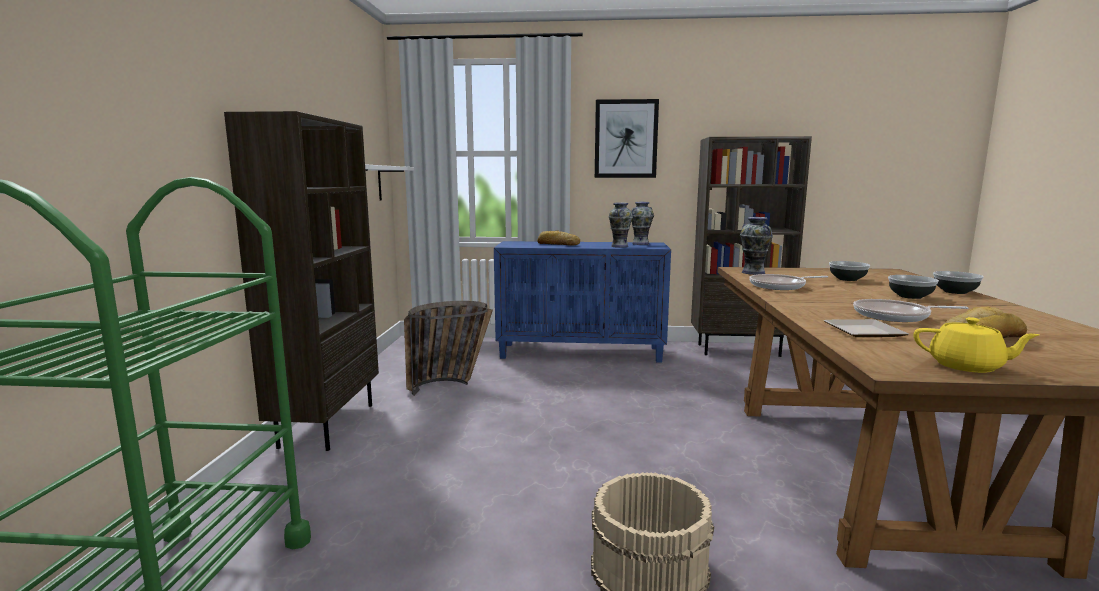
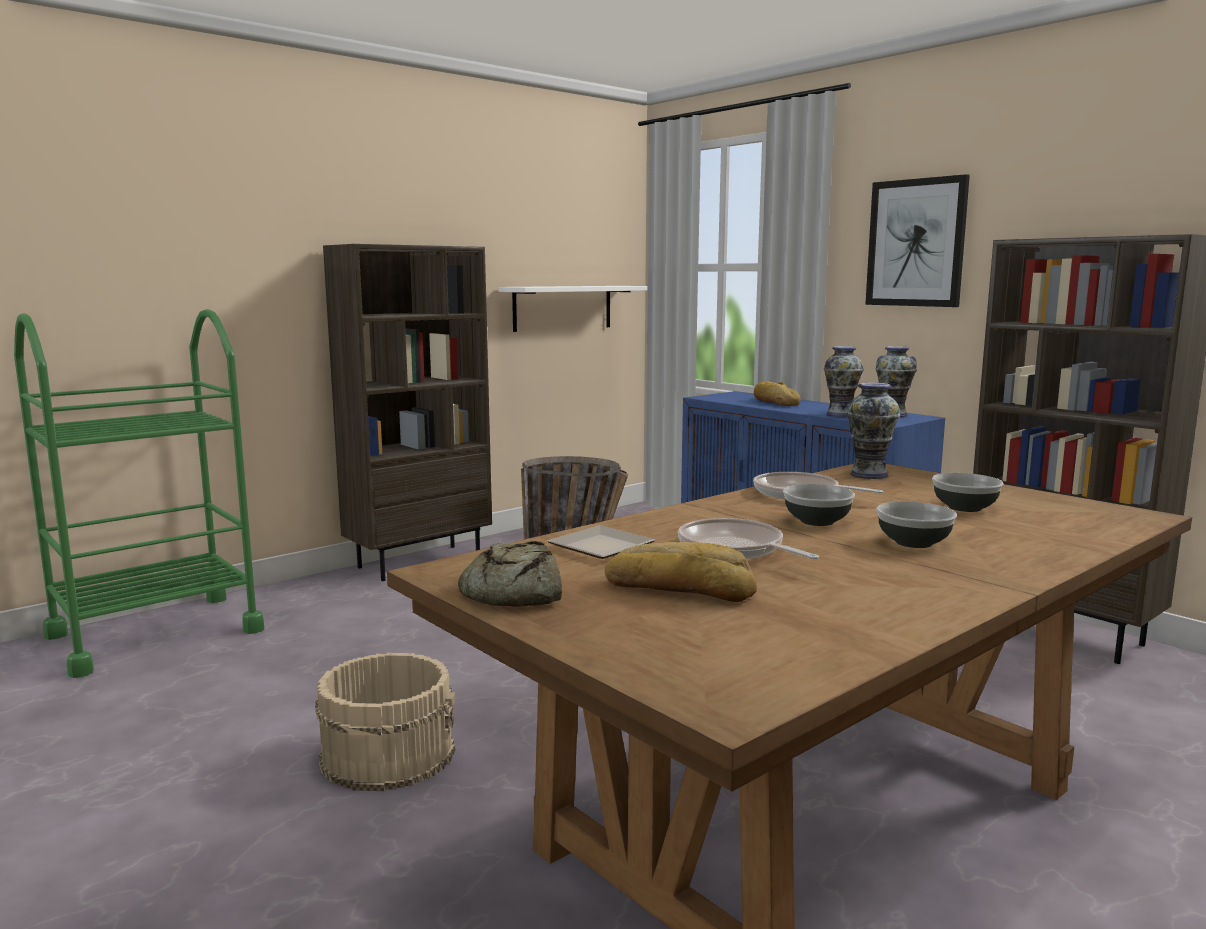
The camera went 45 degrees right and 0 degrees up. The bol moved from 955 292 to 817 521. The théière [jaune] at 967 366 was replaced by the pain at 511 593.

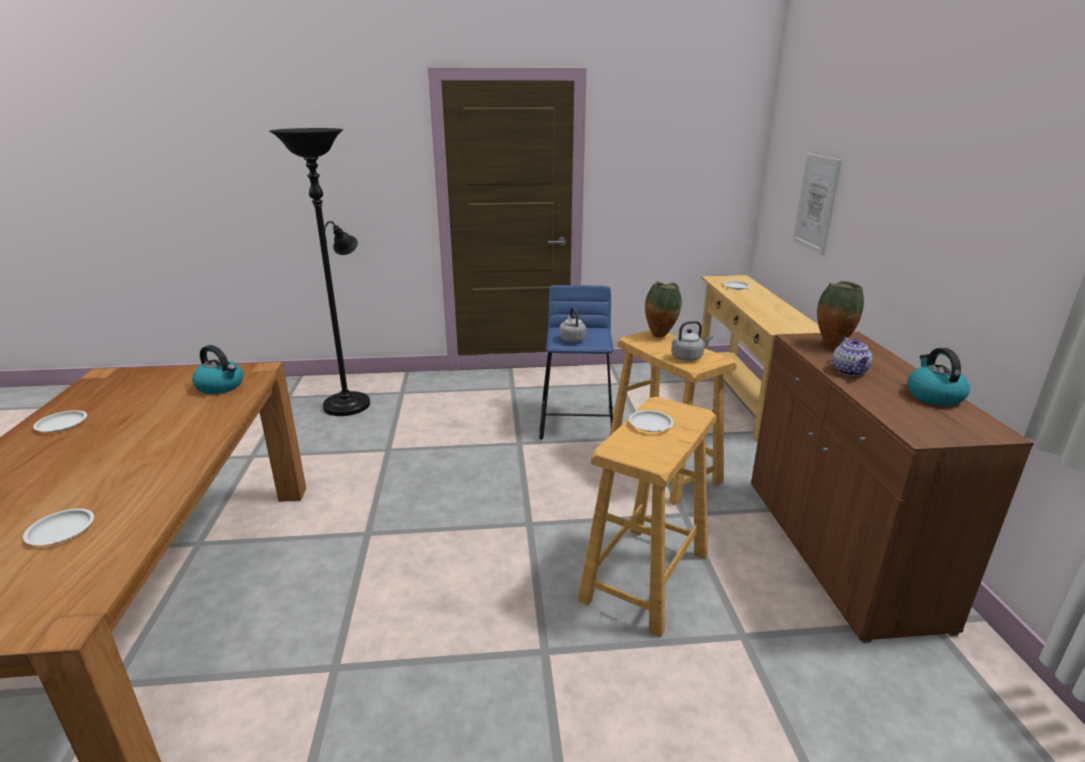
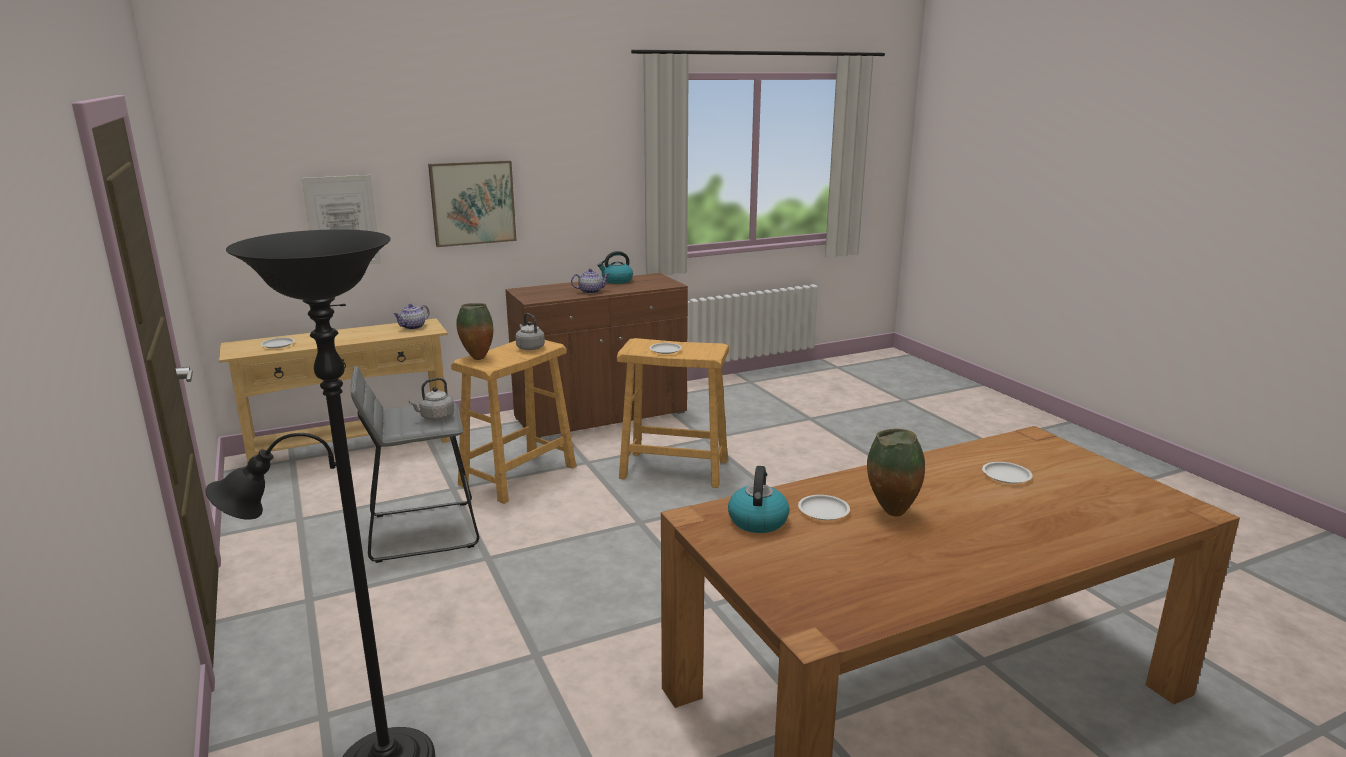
The camera went 110 degrees left and 5 degrees down. The vase moved from 831 345 to 891 513. The tabouret [bleu] at 577 422 became the tabouret [gris] at 423 530. The assiette [blanc] moved from 62 424 to 823 511. The tableau at 473 203 appeared. The théière at 412 327 appeared.

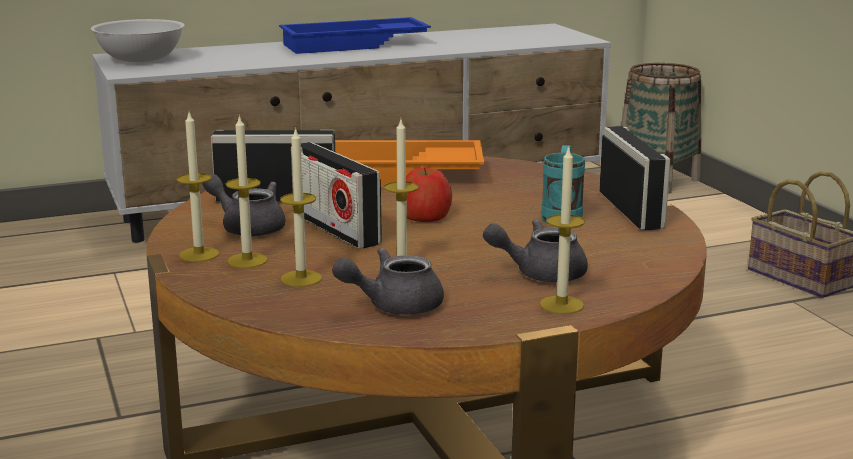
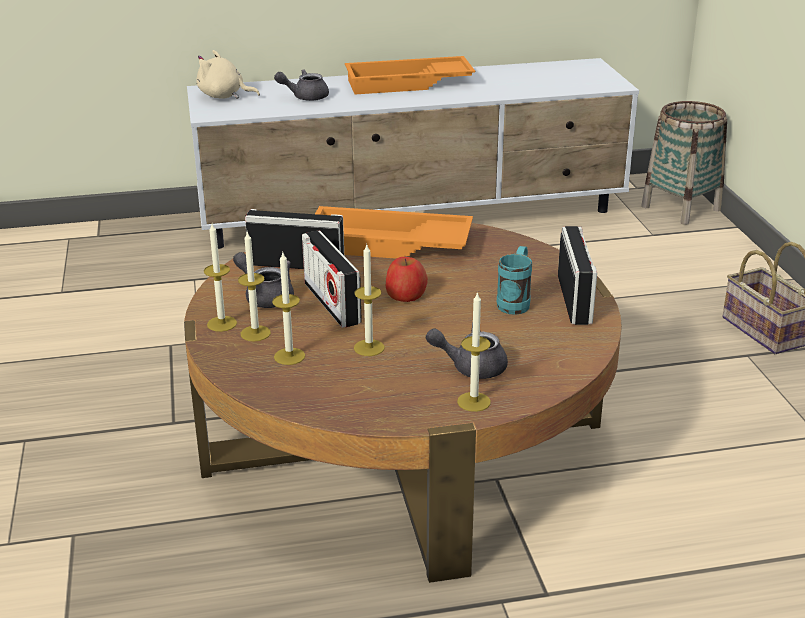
The camera went 10 degrees right and 10 degrees up. The plateau [bleu] at 354 45 became the plateau [orange] at 408 84. The bol [blanc] at 141 59 was replaced by the peluche [beige] at 224 96. The théière [gris] moved from 393 306 to 305 97.

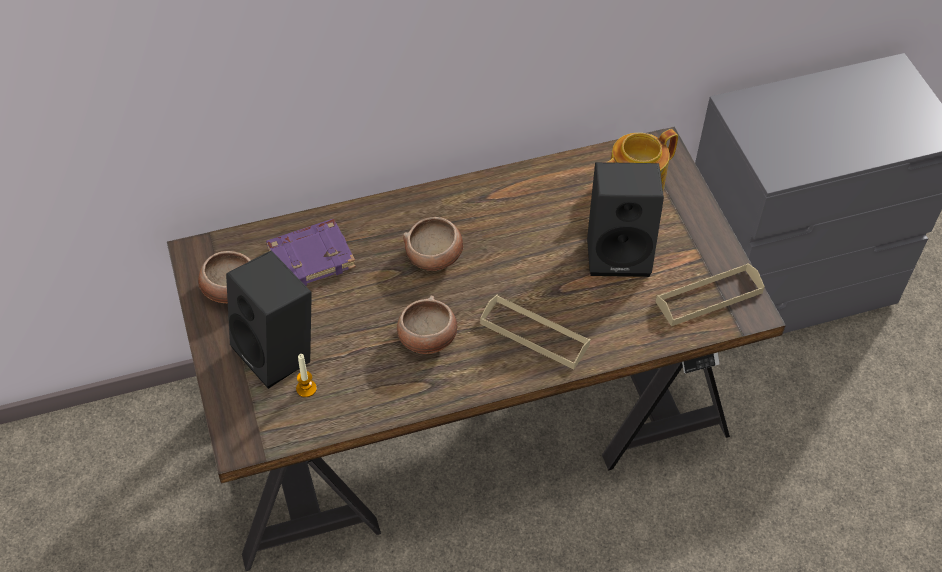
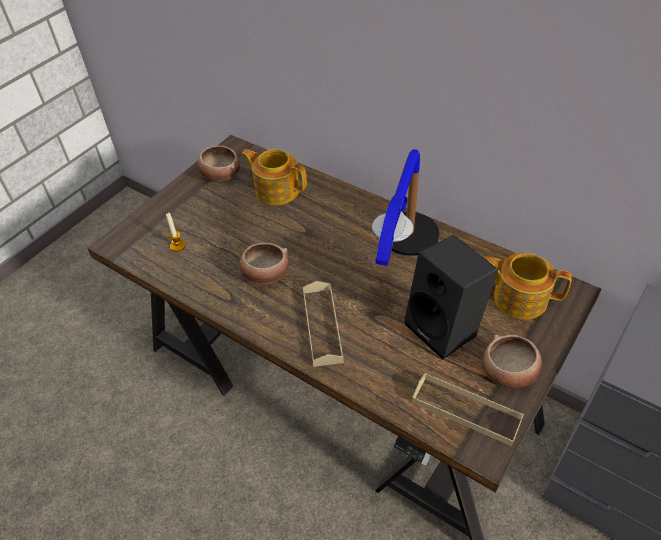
The camera went 55 degrees right and 5 degrees down. The bol moved from 435 256 to 509 372. The livre [violet] at 311 257 was replaced by the théière at 276 189. The enceinte [noir] at 278 353 disappeared. The lampe de table at 402 257 appeared.

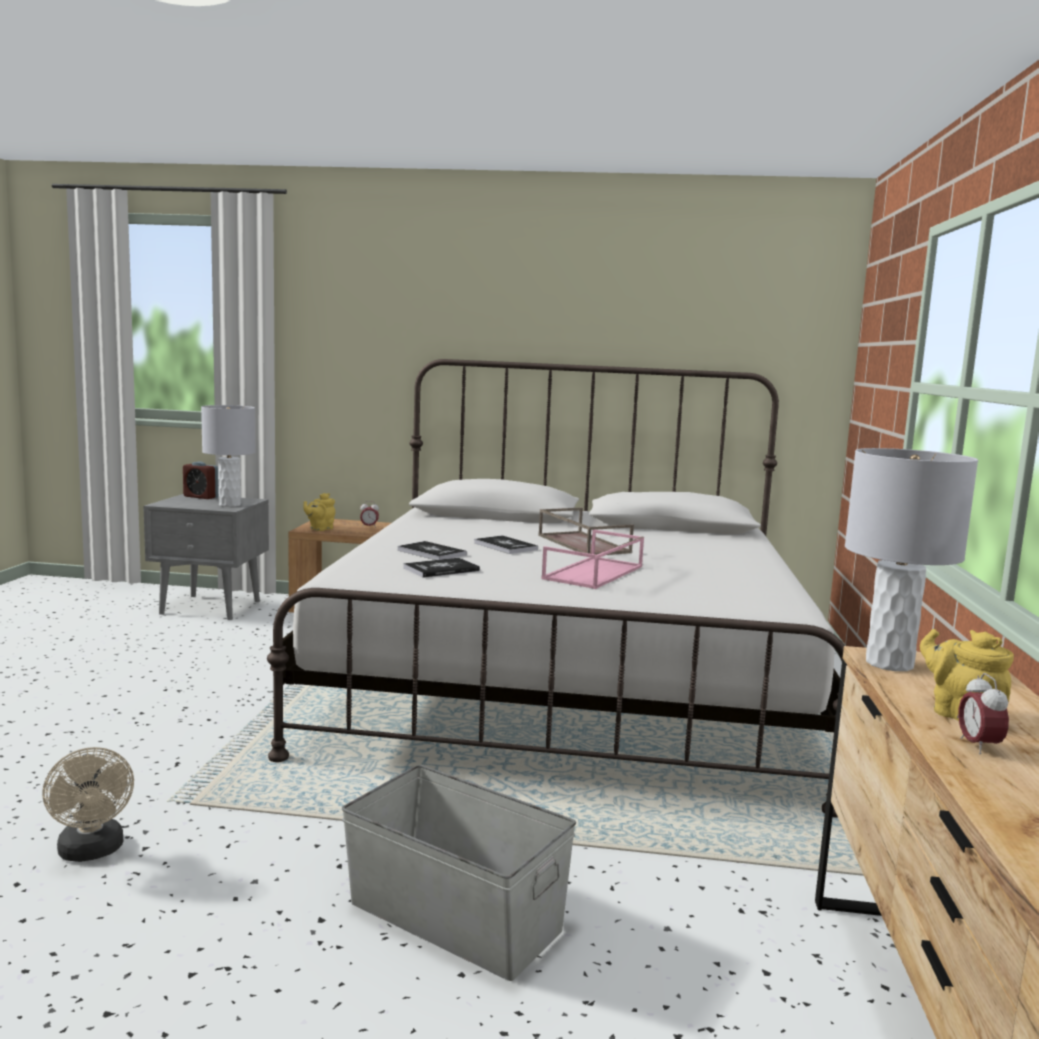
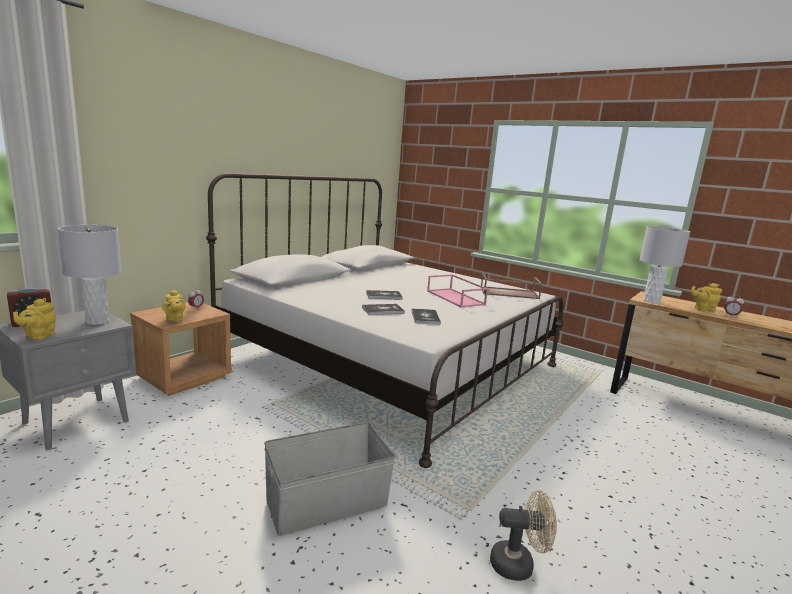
The camera went 60 degrees left and 5 degrees up. The plateau [marron] moved from 581 544 to 508 293. The boîte de rangement [gris] moved from 455 917 to 328 503. The théière [jaune] at 38 337 appeared.

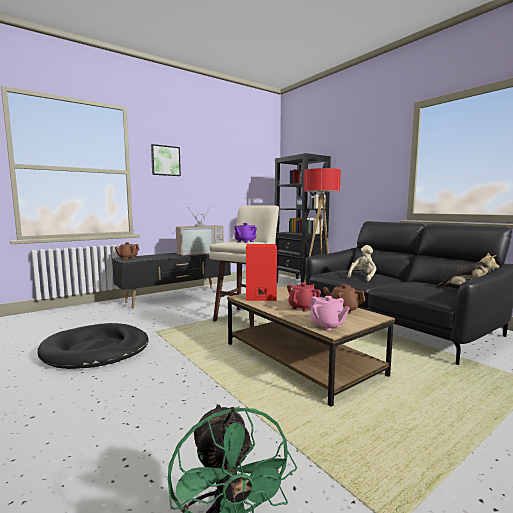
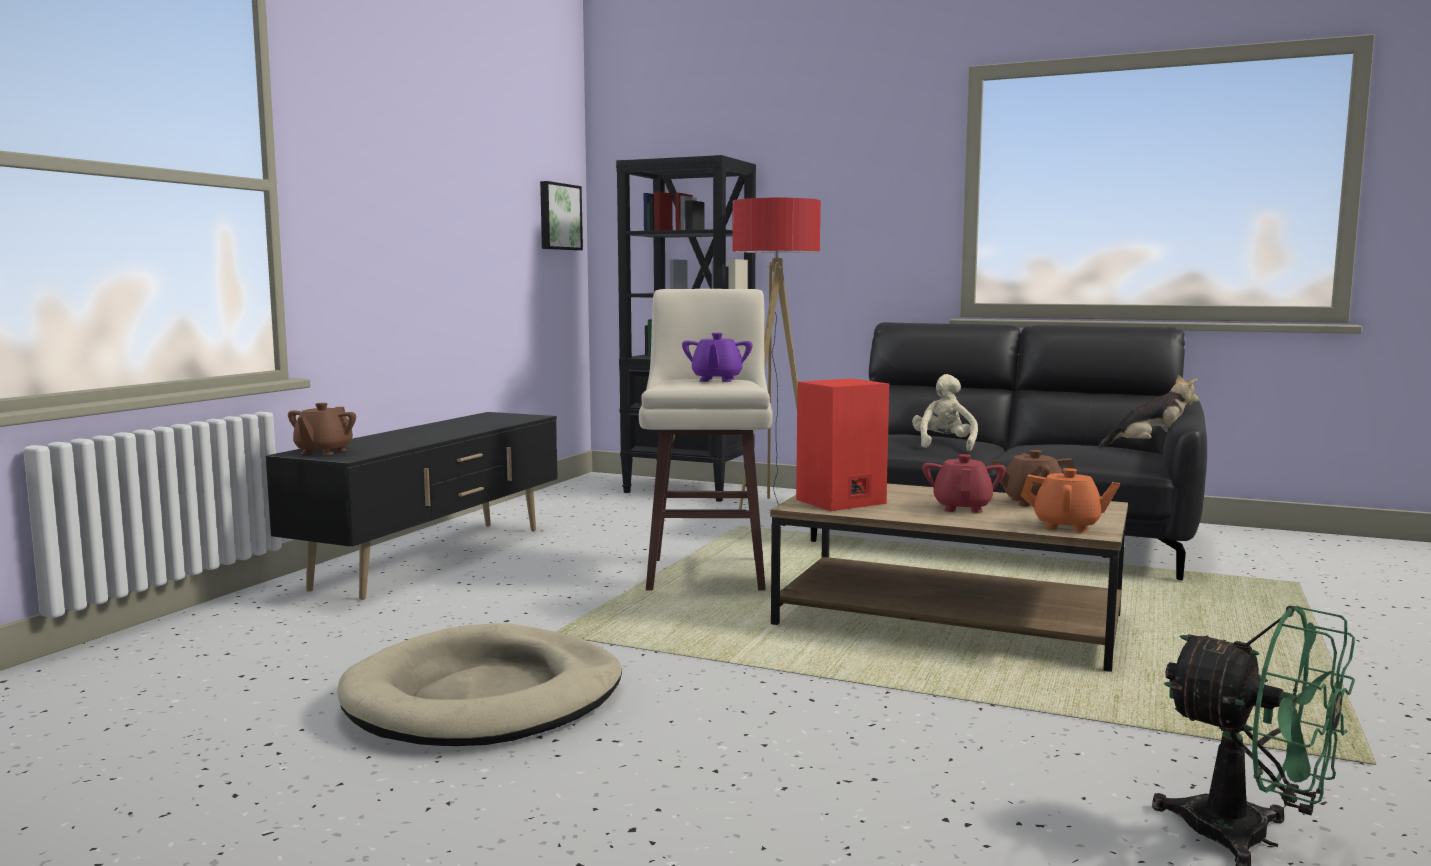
The camera went 30 degrees left and 0 degrees up. The tableau moved from 165 160 to 558 216. The téléviseur at 199 252 disappeared. The théière [rose] at 327 325 became the théière [orange] at 1067 526. The panier pour chien [noir] at 96 350 became the panier pour chien [beige] at 485 697.

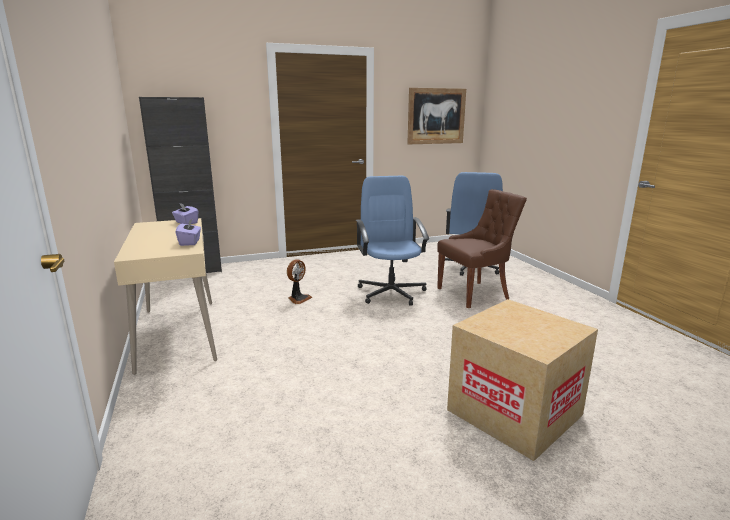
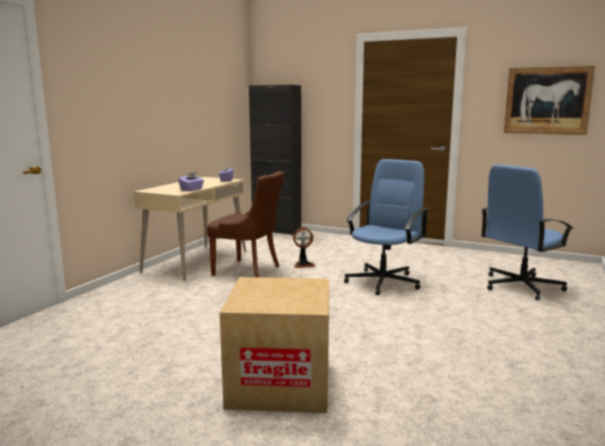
The camera went 45 degrees right and 5 degrees down. The chaise [marron] moved from 475 294 to 248 270.

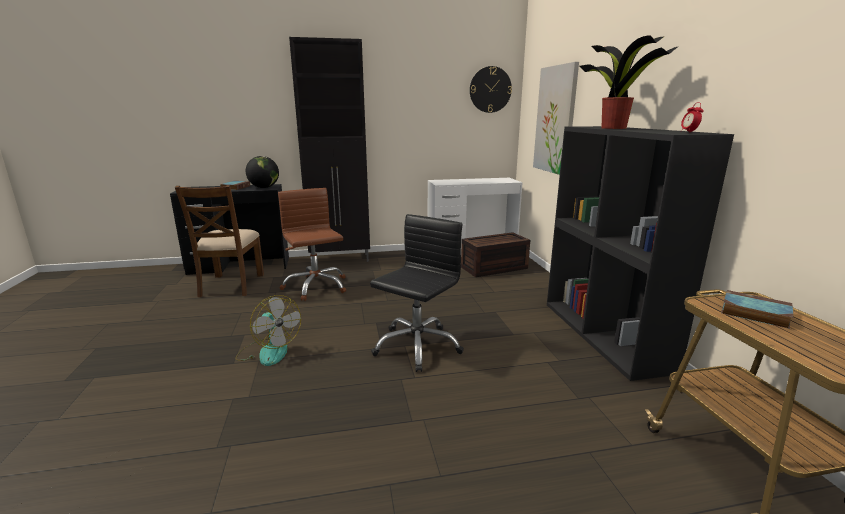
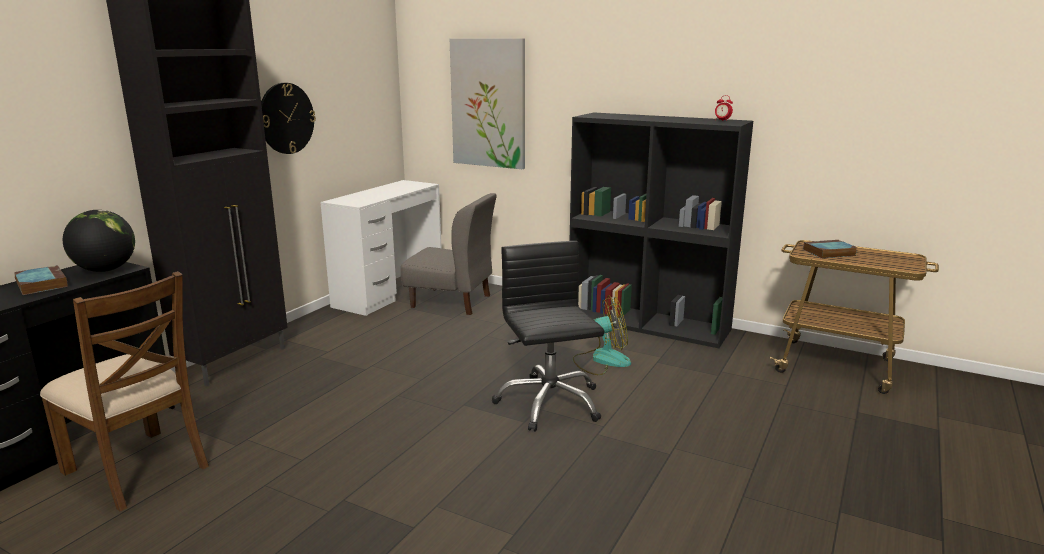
The camera went 50 degrees left and 0 degrees up. The plante en pot at 612 128 disappeared. The horloge murale moved from 490 89 to 286 118. The chaise de bureau [marron] at 315 286 disappeared. The boîte de rangement [marron] at 494 268 was replaced by the chaise [gris] at 451 301. The ventilateur moved from 269 351 to 601 360.

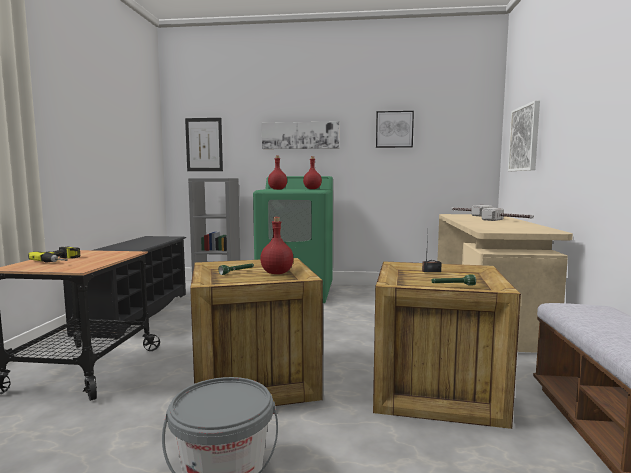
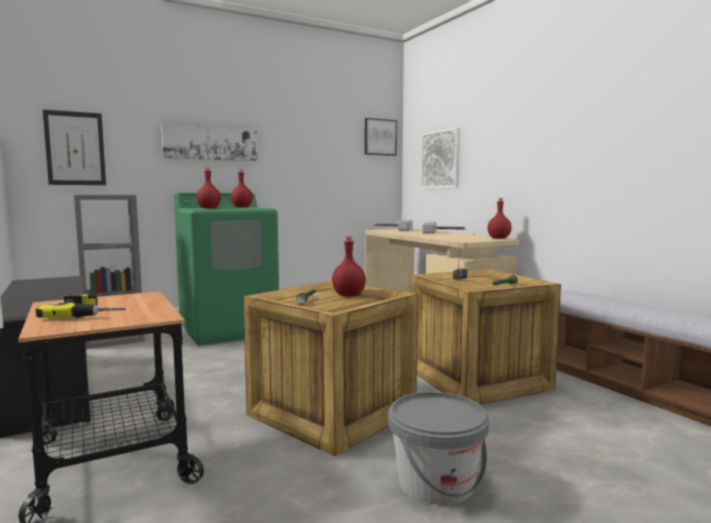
The camera went 35 degrees left and 0 degrees up. The tableau moved from 394 129 to 380 137. The bouteille [rouge] at 499 238 appeared.

